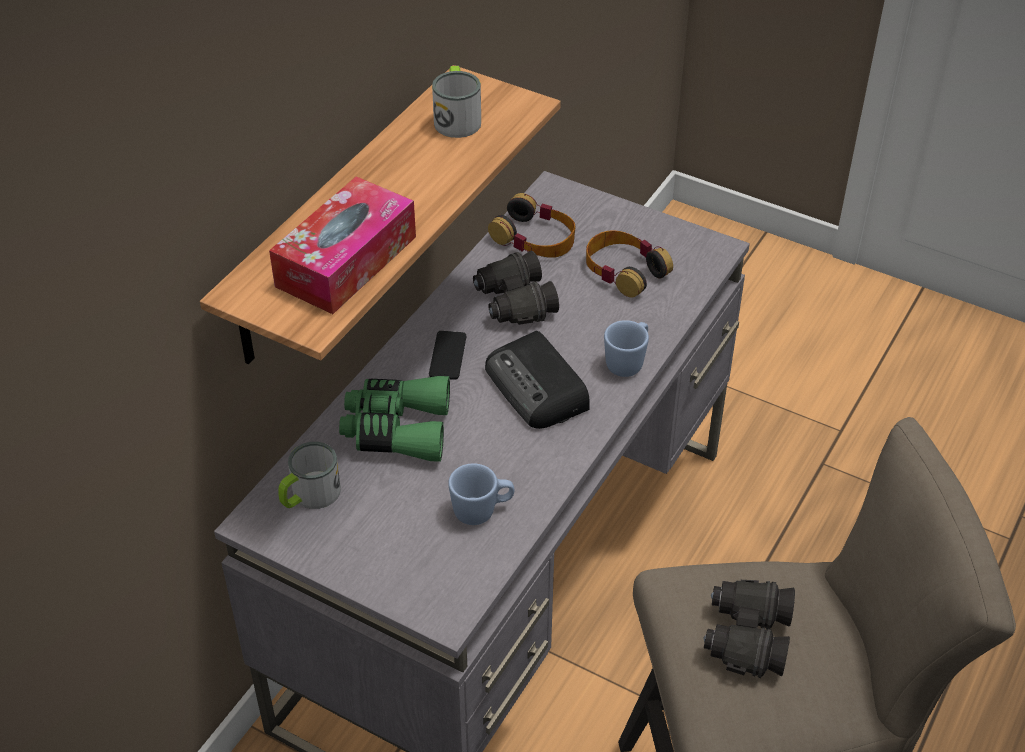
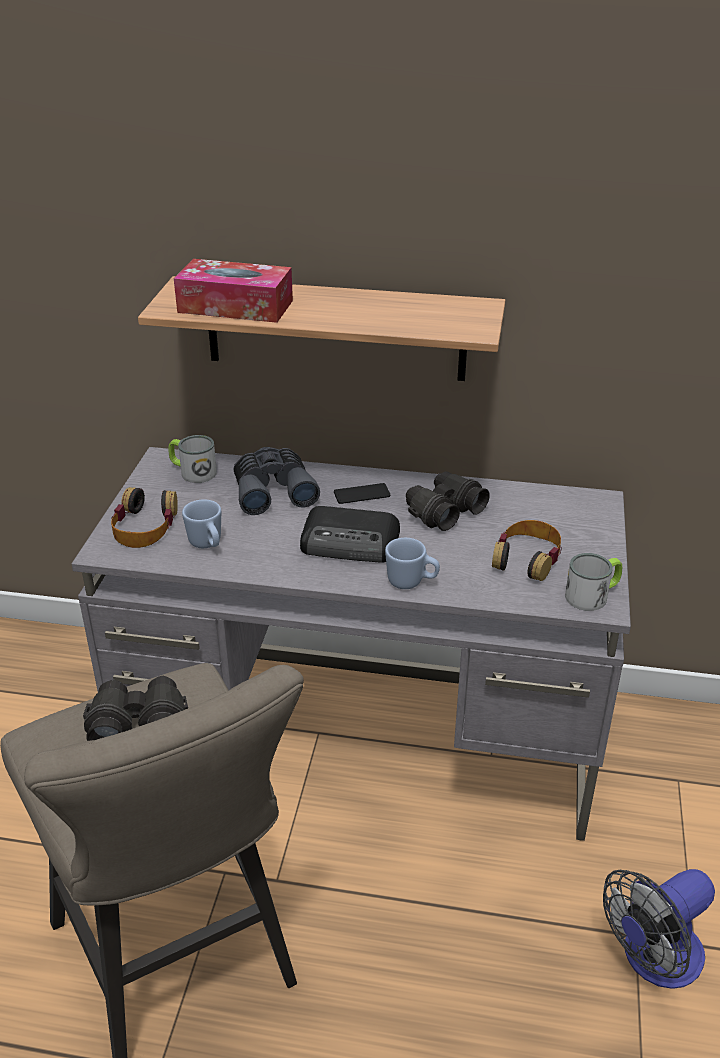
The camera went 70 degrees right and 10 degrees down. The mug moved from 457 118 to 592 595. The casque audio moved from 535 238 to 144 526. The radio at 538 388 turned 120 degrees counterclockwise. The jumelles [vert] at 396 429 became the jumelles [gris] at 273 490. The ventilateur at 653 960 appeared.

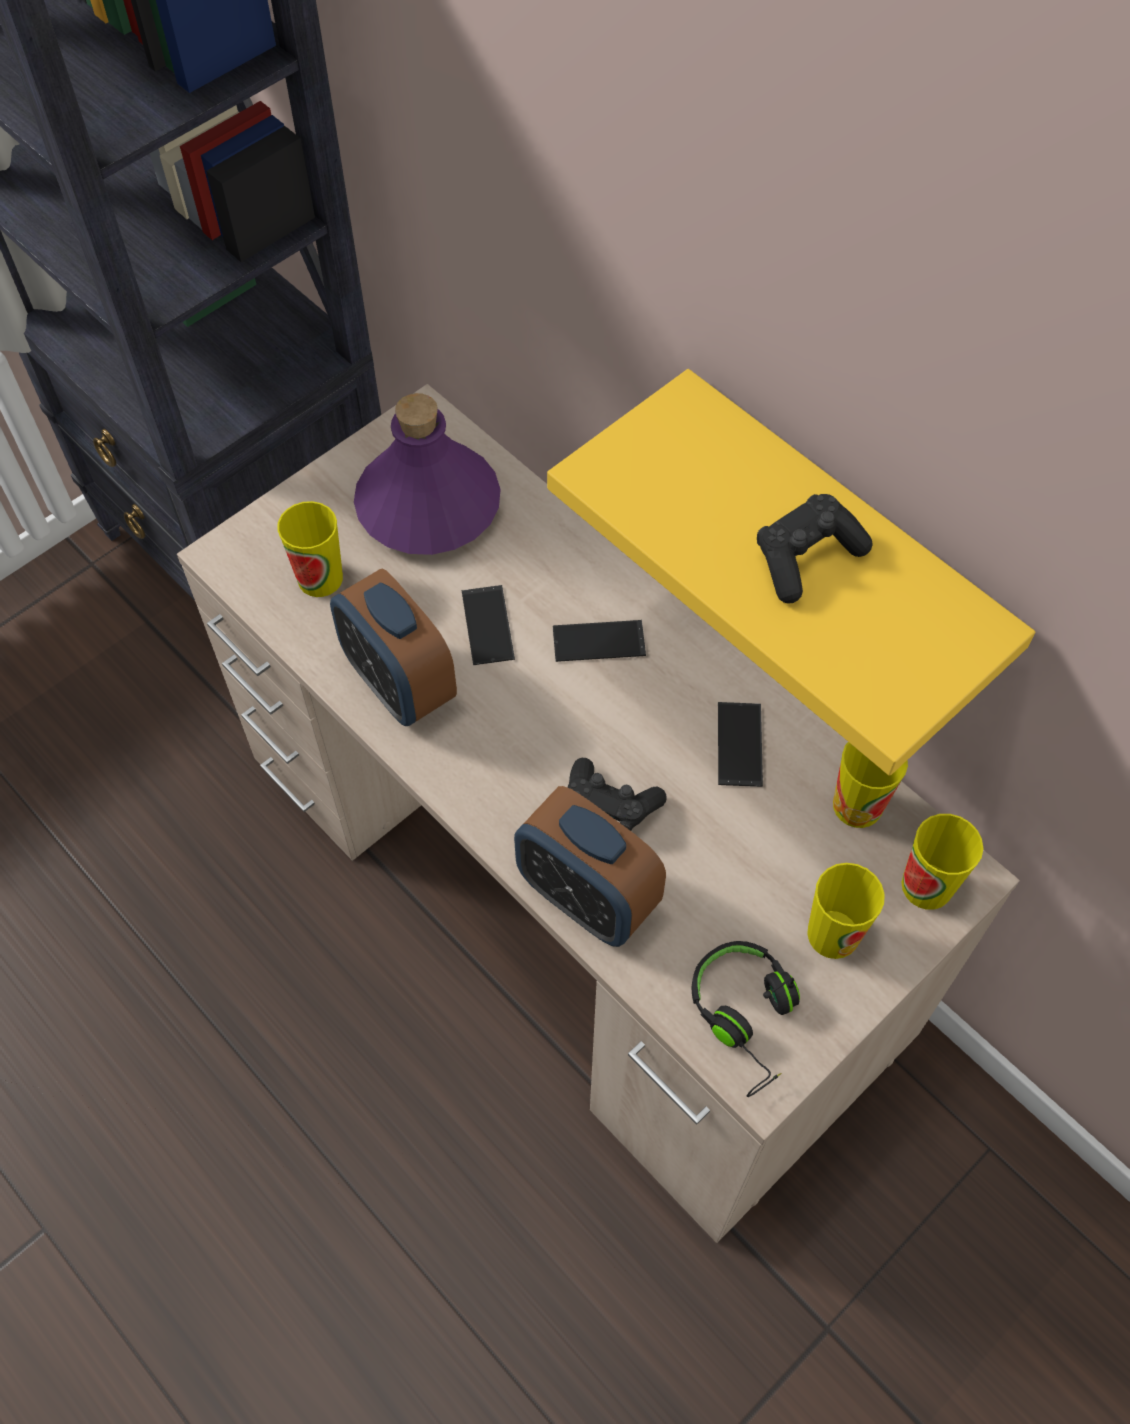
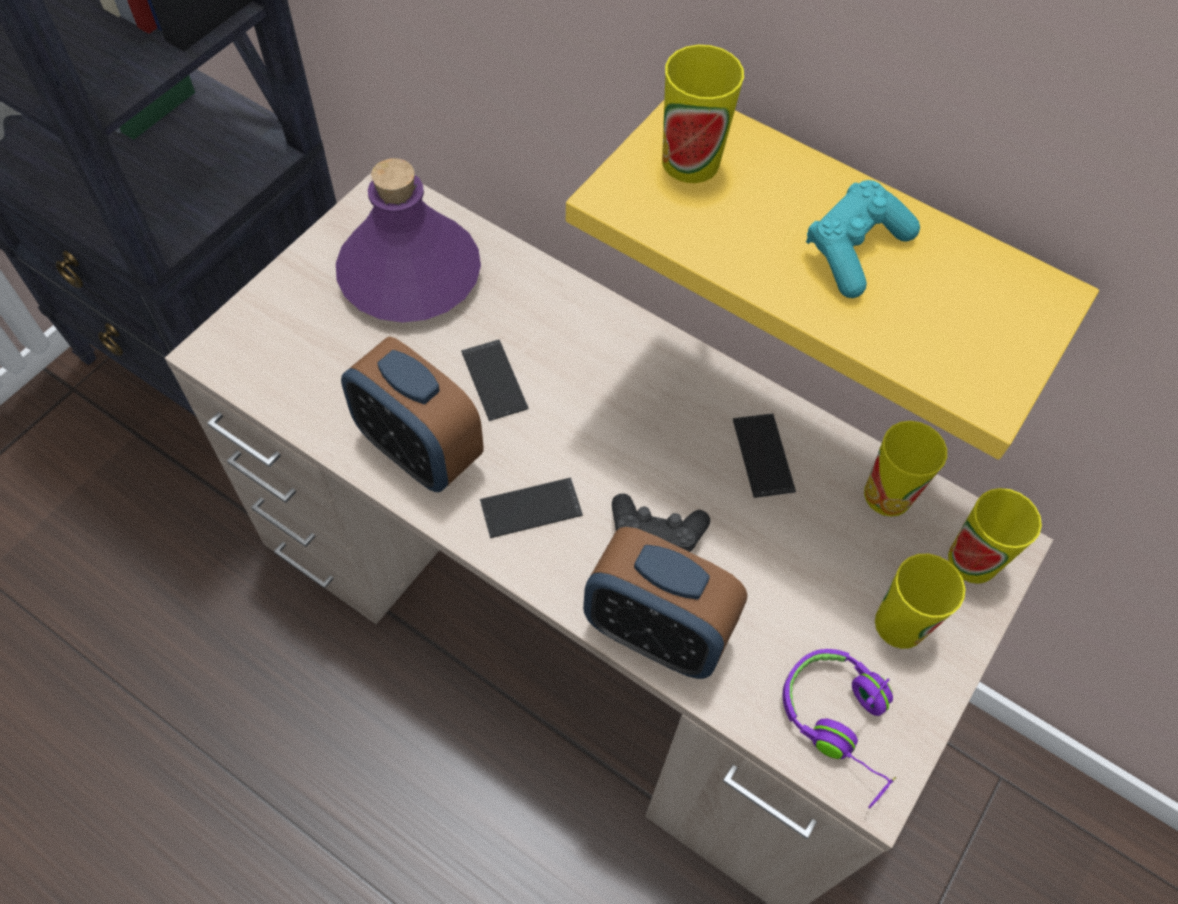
The camera went 15 degrees left and 0 degrees up. The manette [noir] at 805 558 became the manette [turquoise] at 854 250. The tasse moved from 320 578 to 690 162. The téléphone moved from 598 641 to 531 508. The casque audio [noir] at 746 1017 became the casque audio [violet] at 841 724.

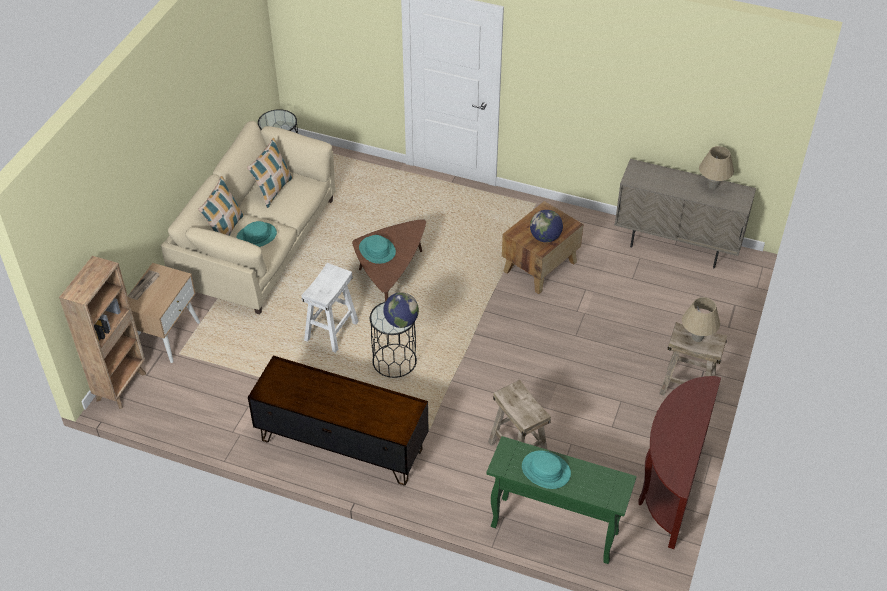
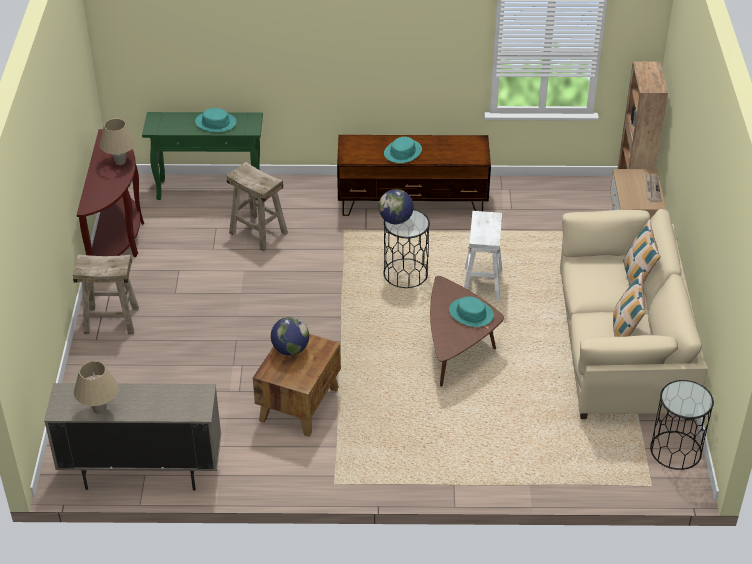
The camera went 160 degrees right and 5 degrees down. The chapeau [turquoise] moved from 256 236 to 402 152. The lampe de table [beige] moved from 697 337 to 120 161.

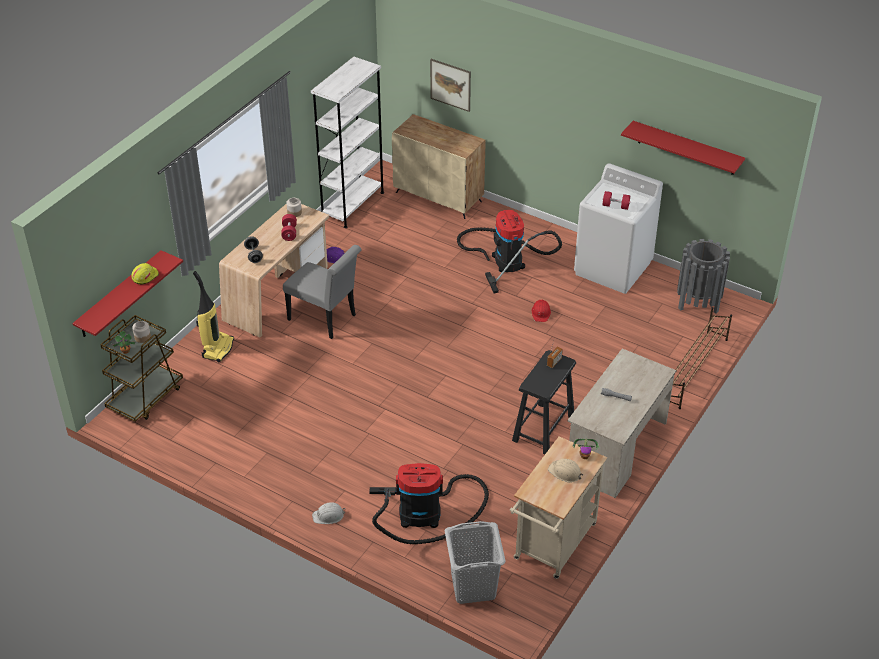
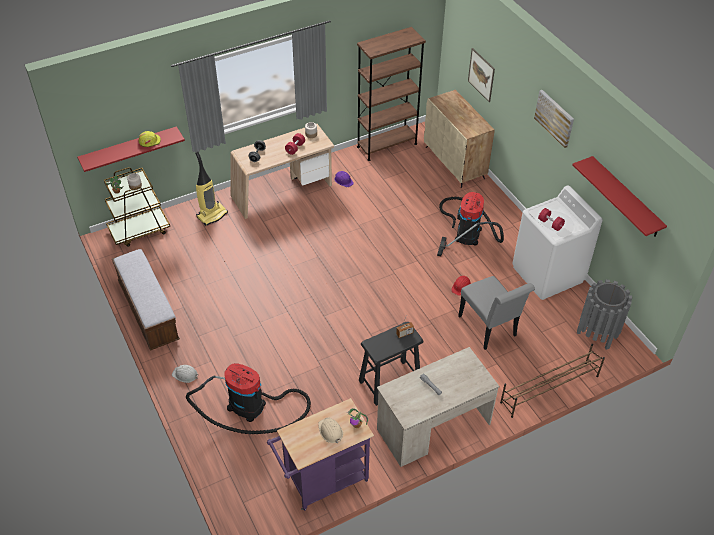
The camera went 30 degrees right and 5 degrees up. The bibliothèque [blanc] at 353 205 became the bibliothèque [marron] at 387 145. The chaise [gris] moved from 325 319 to 489 329. The chariot [beige] at 552 546 became the chariot [violet] at 321 482. The panier à linge [gris] at 473 587 disappeared. The tableau at 554 118 appeared. The banc at 148 311 appeared.

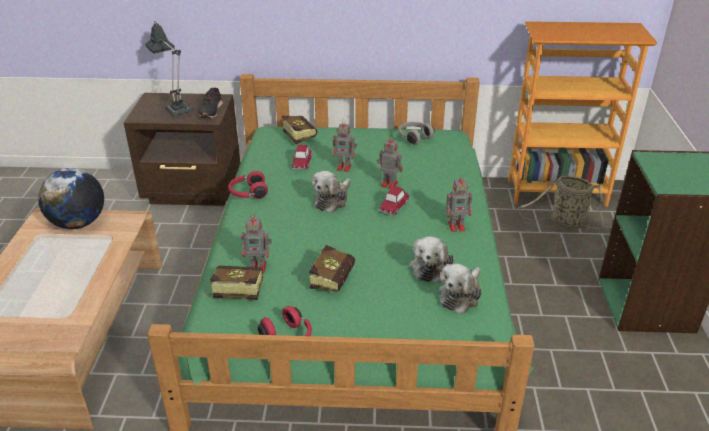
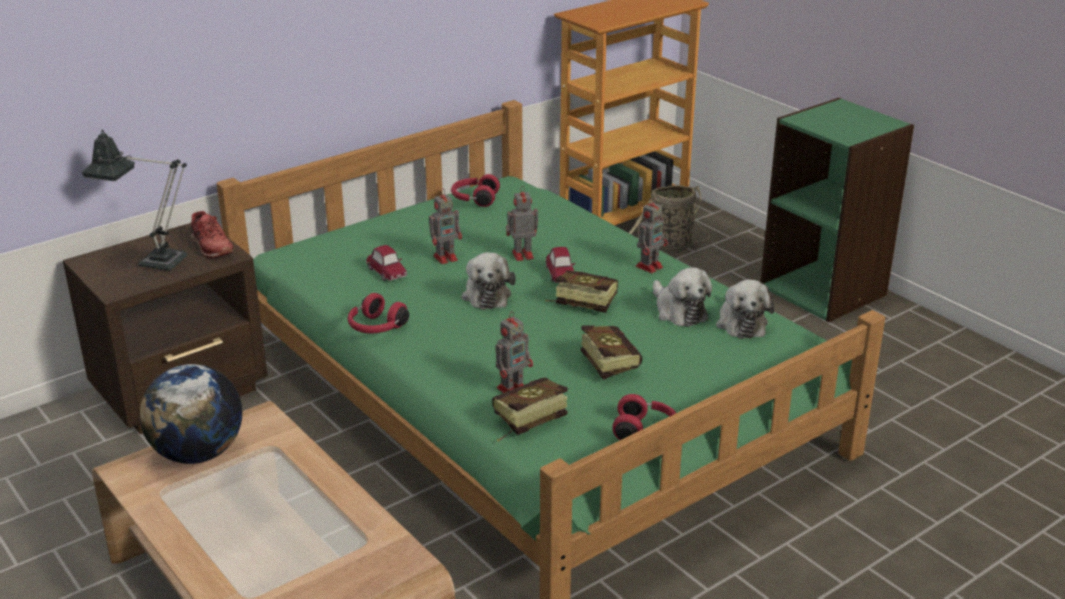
The camera went 40 degrees left and 5 degrees down. The chaussure [noir] at 211 110 became the chaussure [rouge] at 211 246. The livre moved from 297 136 to 580 302. The casque audio [gris] at 414 137 became the casque audio [rouge] at 474 199.

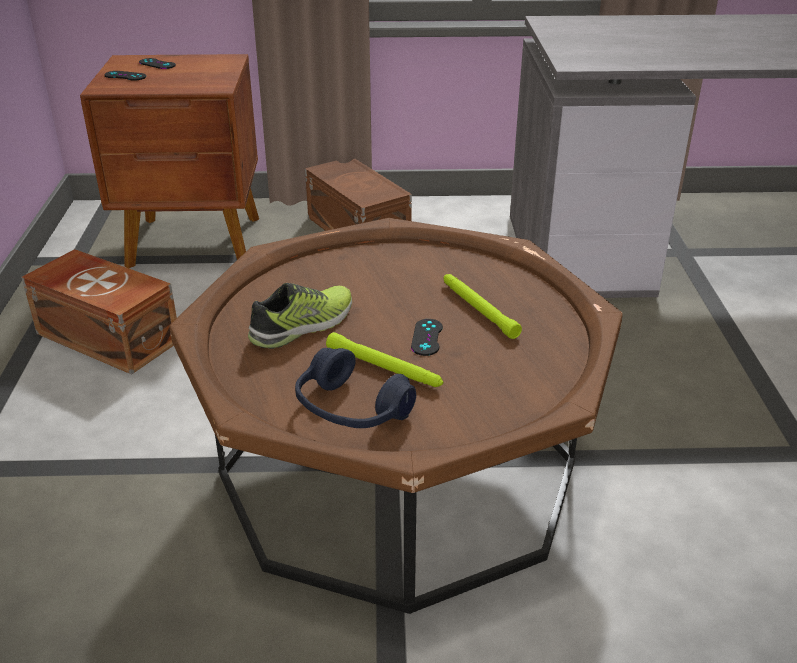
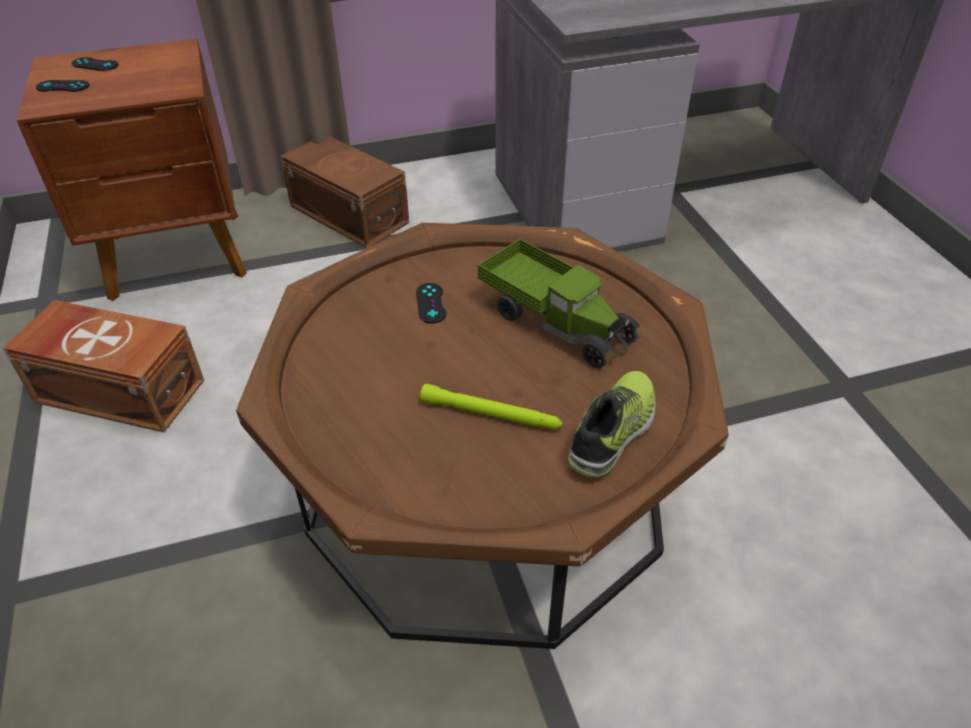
The camera went 15 degrees left and 10 degrees up. The lampe de poche [vert] at 478 309 was replaced by the camion jouet at 556 321. The chaussure moved from 304 326 to 614 431. The manette [noir] moved from 427 337 to 431 303. The casque audio [bleu] at 351 409 disappeared.

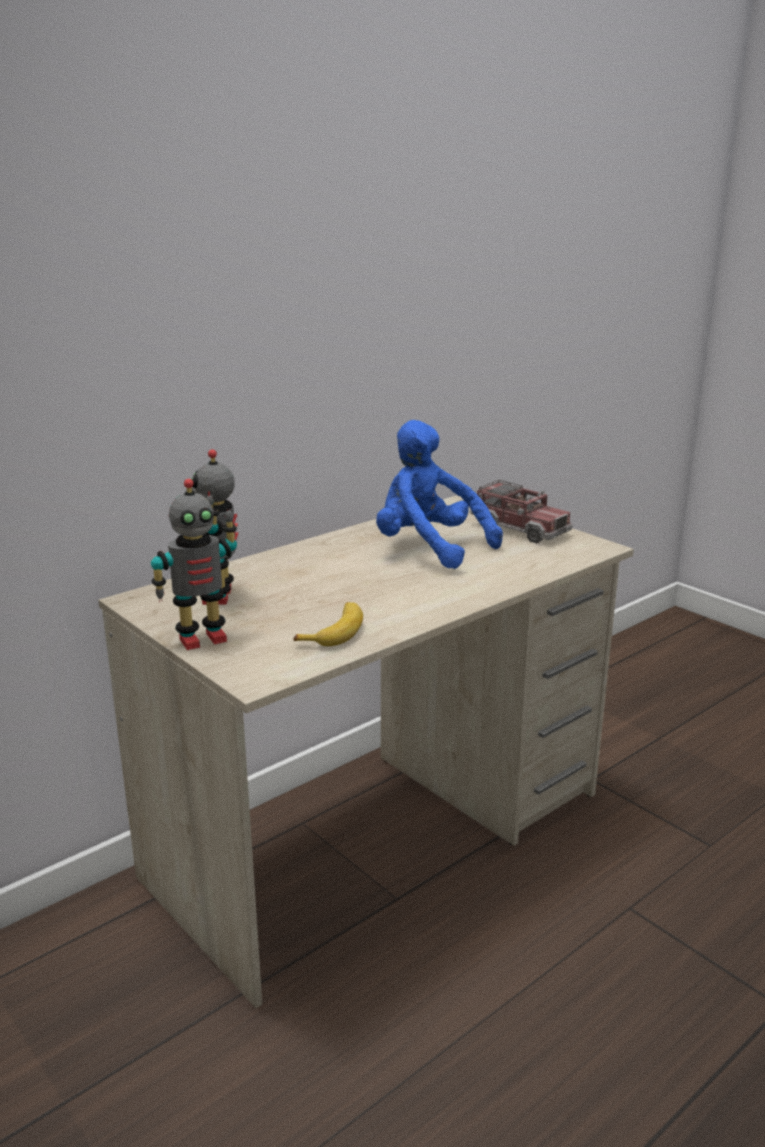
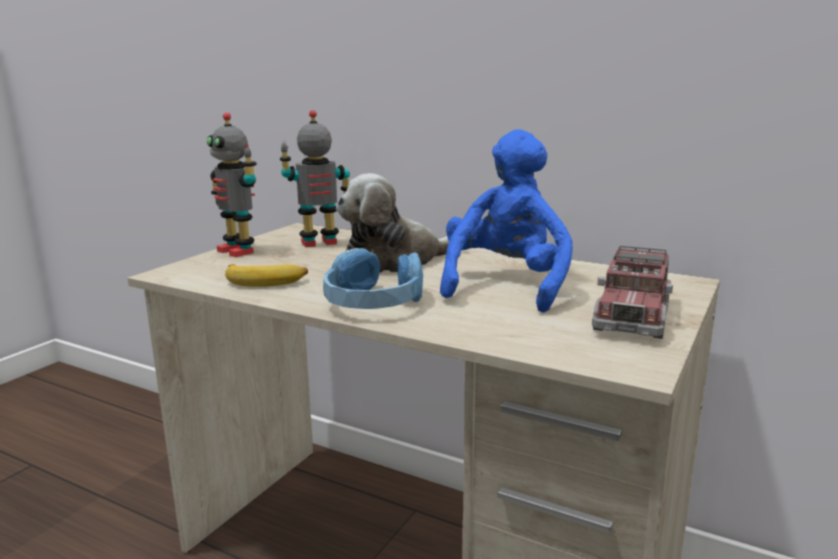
The camera went 70 degrees right and 5 degrees down. The peluche at 395 261 appeared. The casque audio [bleu] at 374 303 appeared.

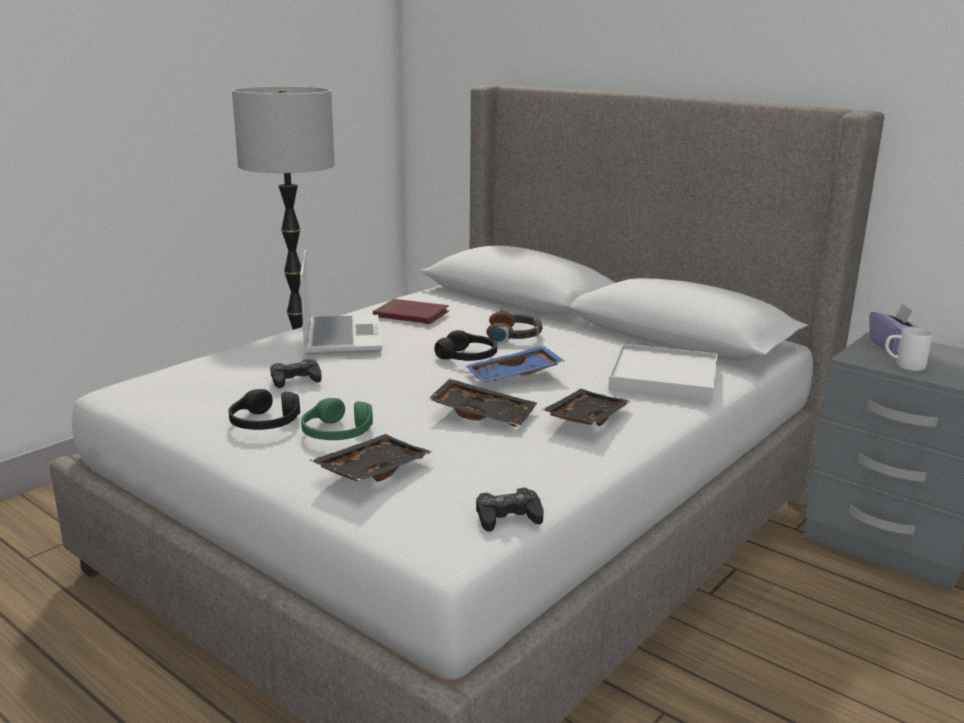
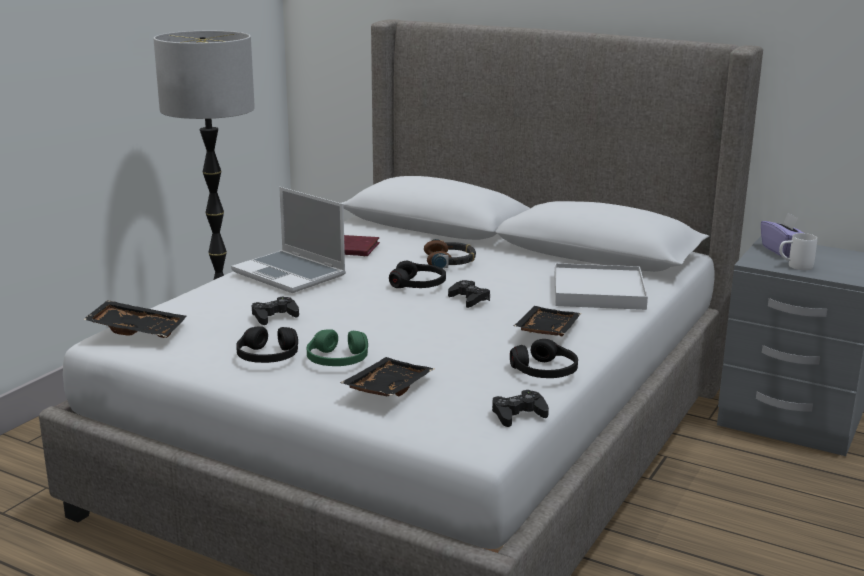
The camera went 10 degrees left and 0 degrees up. The ordinateur portable at 341 337 turned 150 degrees clockwise. The plateau [bleu] at 514 376 was replaced by the manette [noir] at 469 299. The plateau [noir] moved from 483 414 to 138 329. The casque audio [noir] at 545 371 appeared.

